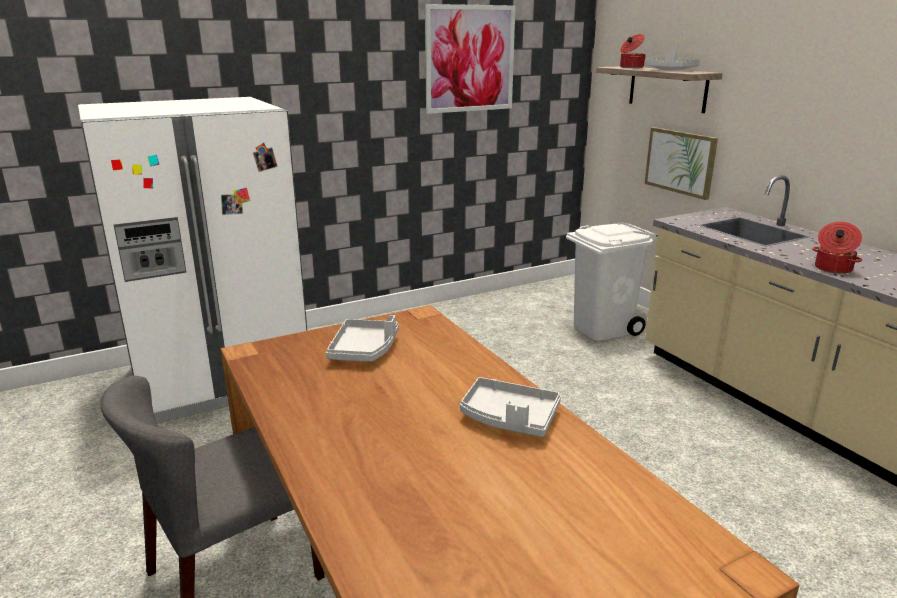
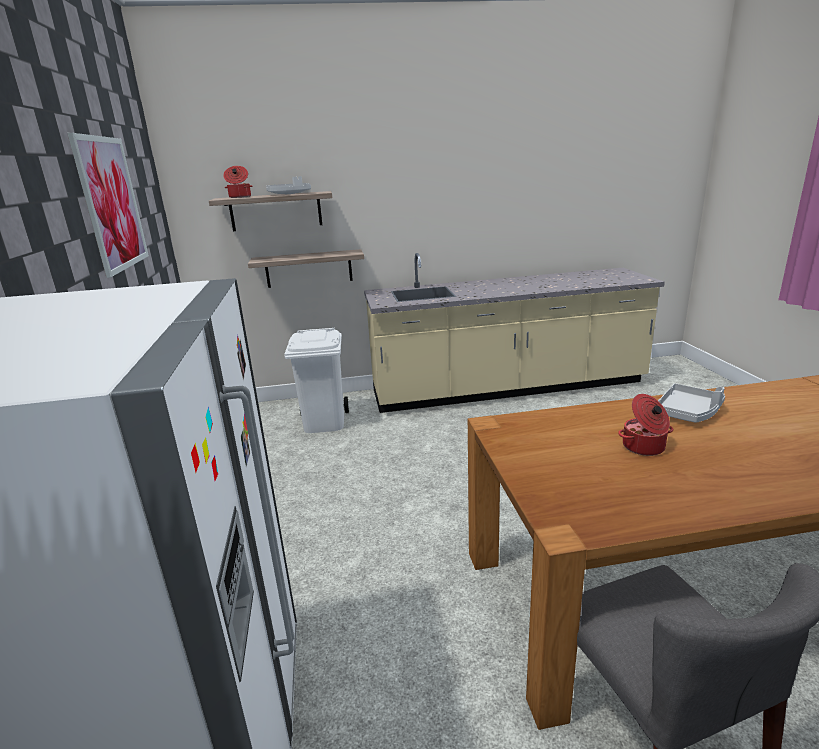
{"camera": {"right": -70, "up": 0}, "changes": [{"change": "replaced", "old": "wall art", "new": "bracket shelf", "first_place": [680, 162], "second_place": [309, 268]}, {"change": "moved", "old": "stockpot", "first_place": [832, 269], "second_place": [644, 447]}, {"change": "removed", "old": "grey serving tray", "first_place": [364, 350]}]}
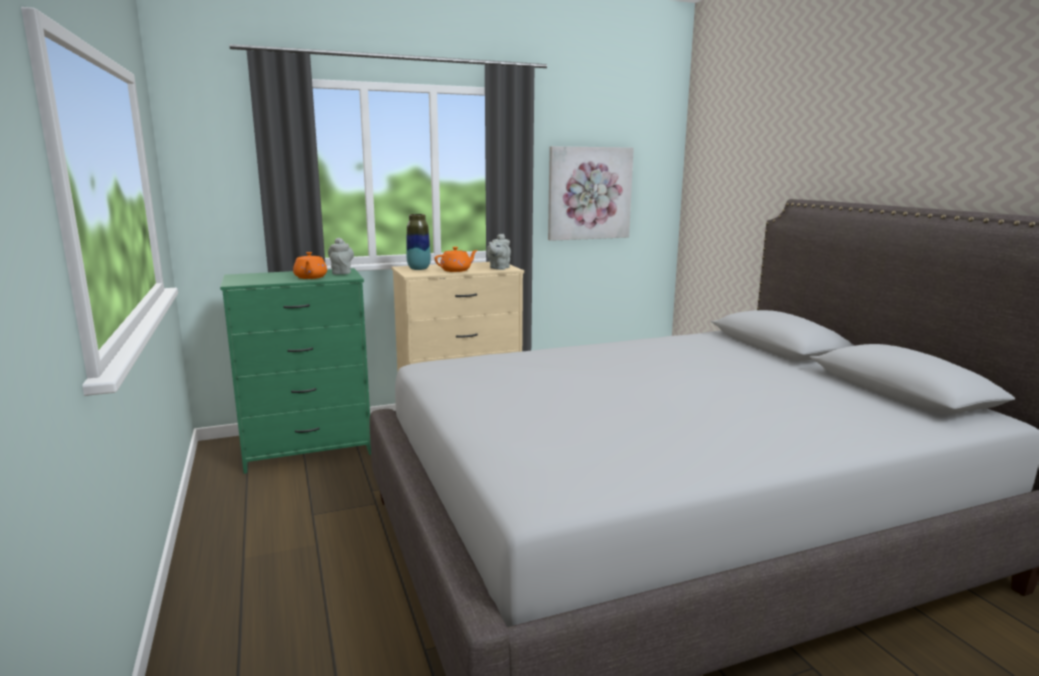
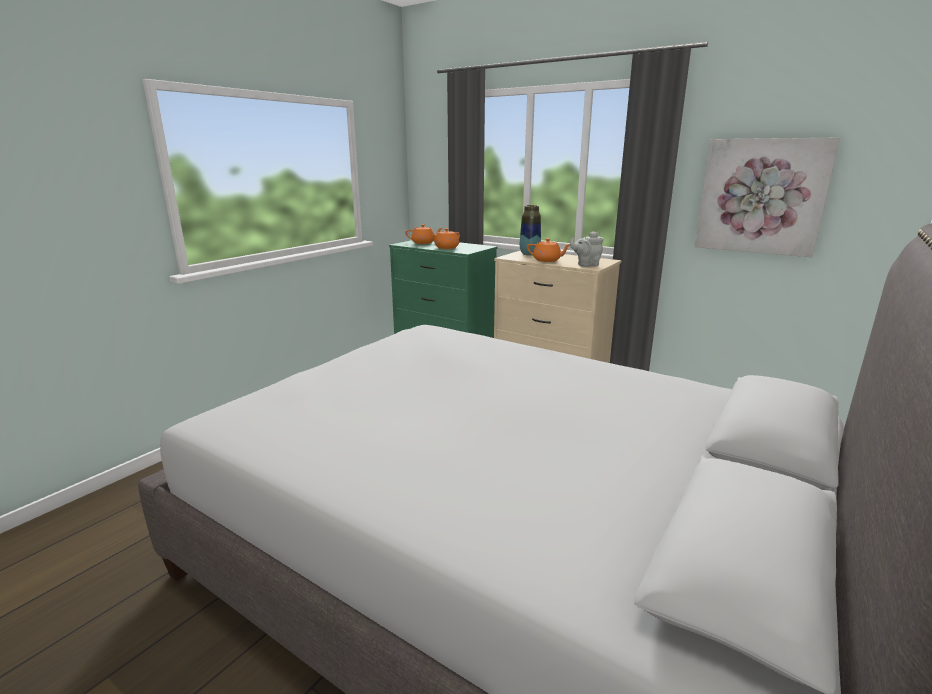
{"camera": {"right": 55, "up": 5}, "changes": [{"change": "added", "new": "orange tea pot", "second_place": [424, 242]}, {"change": "removed", "old": "grey tea pot", "first_place": [342, 272]}]}
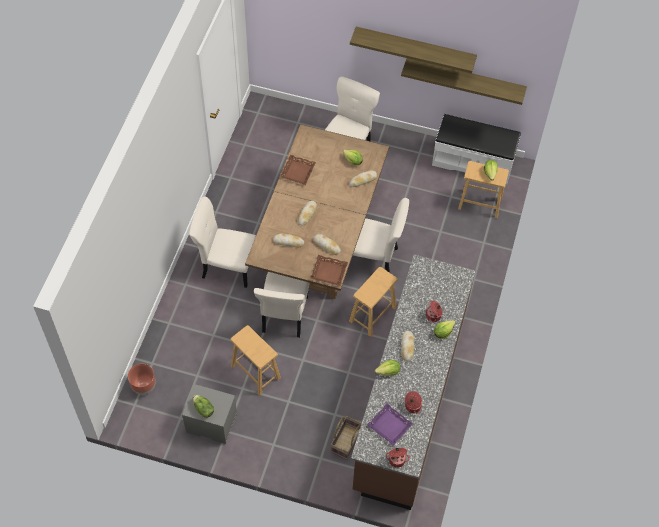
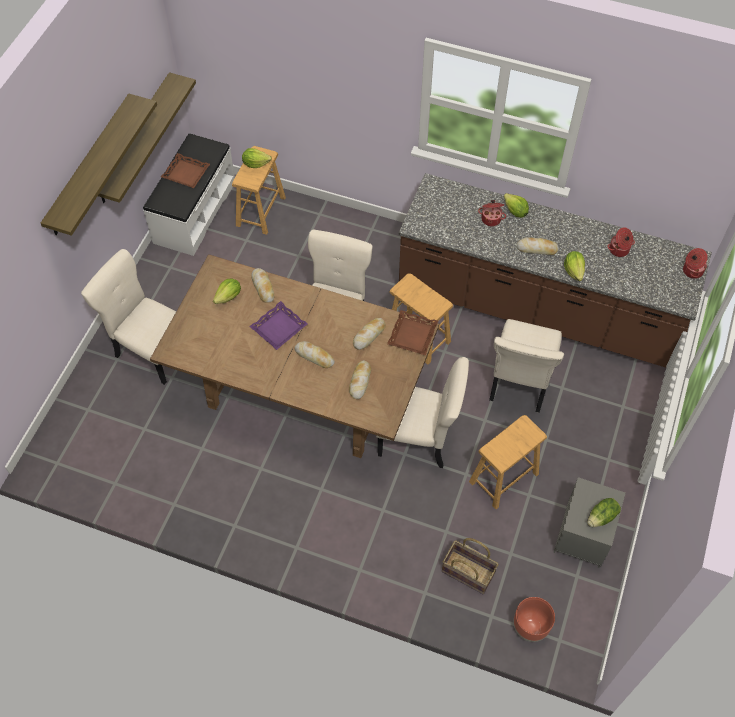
{"camera": {"right": -85, "up": 0}, "changes": [{"change": "moved", "old": "brownish serving tray", "first_place": [297, 171], "second_place": [186, 174]}, {"change": "moved", "old": "purple-coloured serving tray", "first_place": [390, 425], "second_place": [278, 328]}, {"change": "moved", "old": "household basket", "first_place": [346, 442], "second_place": [468, 572]}, {"change": "moved", "old": "sand-coloured plain chair", "first_place": [226, 266], "second_place": [519, 383]}]}
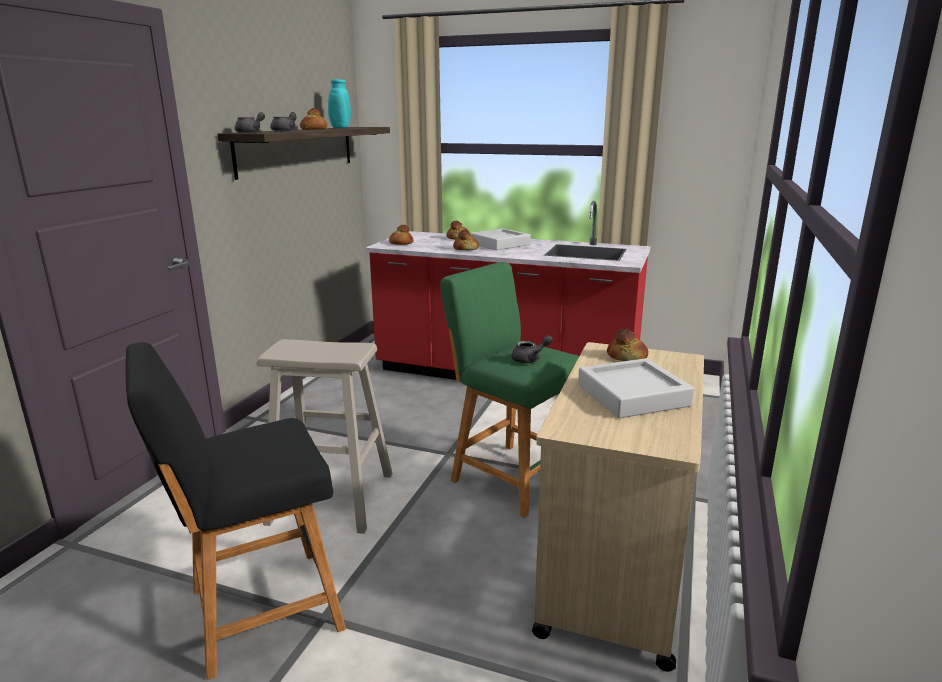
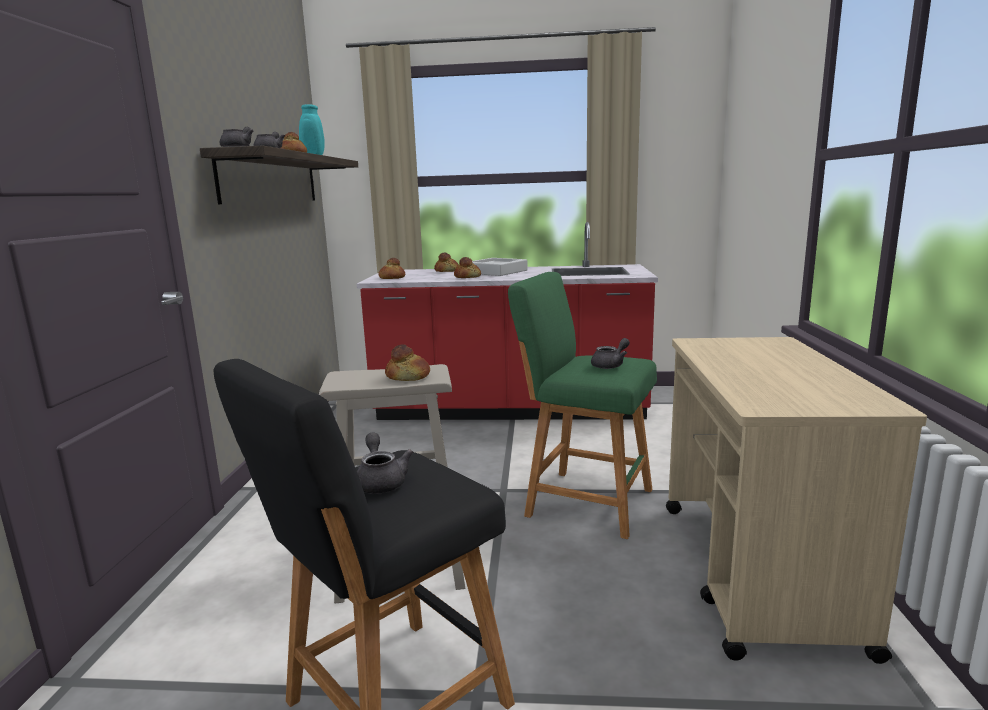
{"camera": {"right": -15, "up": -5}, "changes": [{"change": "added", "new": "grey tea pot", "second_place": [381, 481]}, {"change": "moved", "old": "bread", "first_place": [627, 356], "second_place": [408, 376]}, {"change": "removed", "old": "grey serving tray", "first_place": [632, 395]}]}
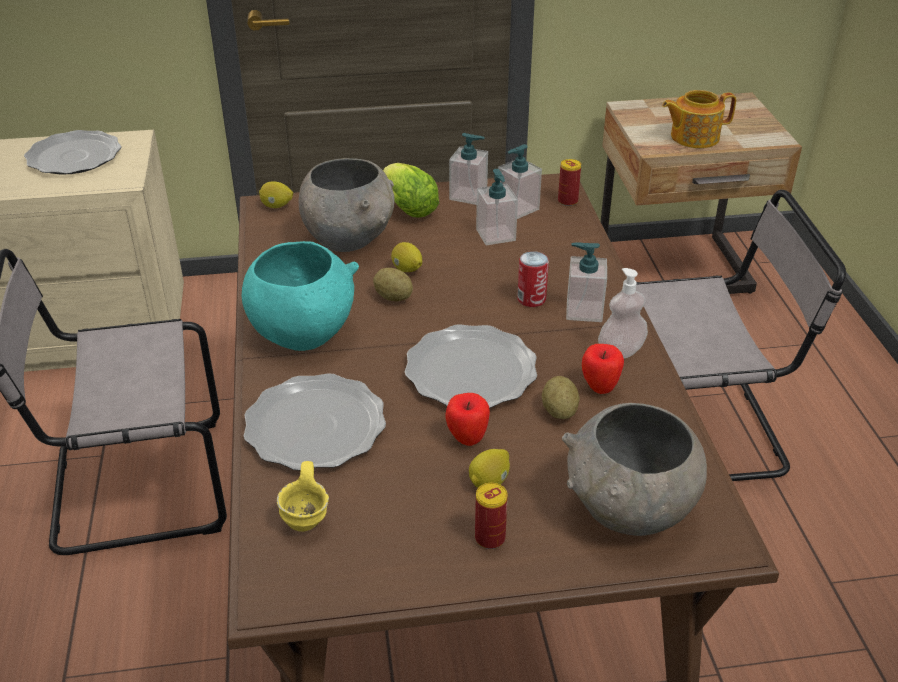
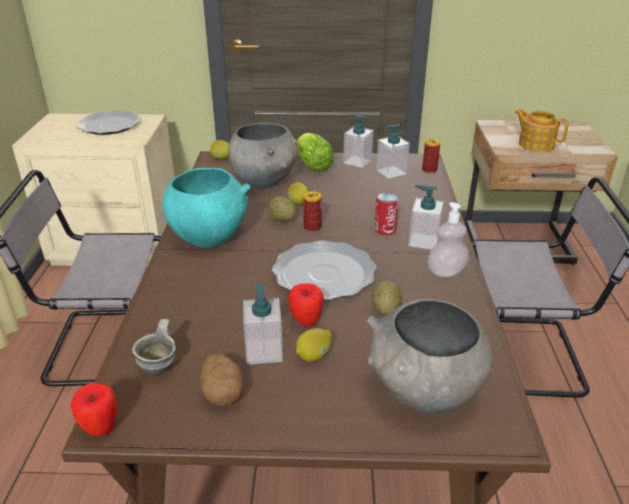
{"camera": {"right": 10, "up": -5}, "changes": [{"change": "moved", "old": "whole apple", "first_place": [599, 388], "second_place": [100, 429]}, {"change": "recoloured", "old": "yellow mug", "new": "grey mug", "first_place": [308, 519], "second_place": [161, 366]}, {"change": "added", "new": "potato", "second_place": [223, 393]}, {"change": "moved", "old": "soap dispenser", "first_place": [496, 235], "second_place": [264, 351]}, {"change": "moved", "old": "metal can", "first_place": [490, 538], "second_place": [312, 228]}, {"change": "turned", "old": "tea pot", "first_place": [693, 137], "second_place": [535, 144], "degrees": 45}, {"change": "removed", "old": "dinner plate", "first_place": [316, 427]}]}
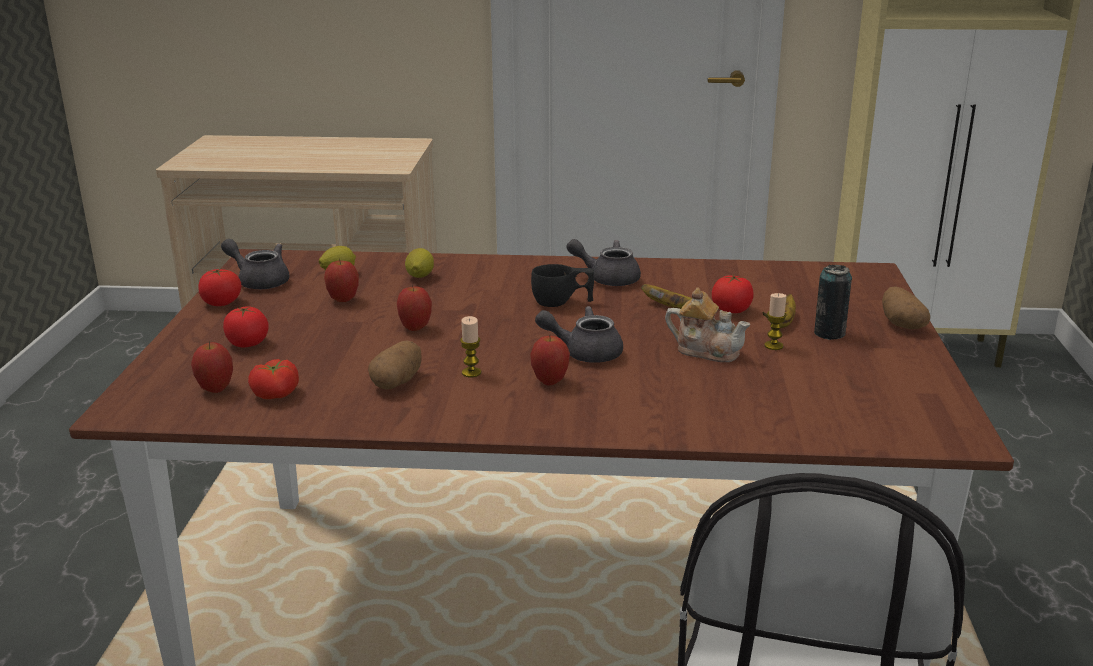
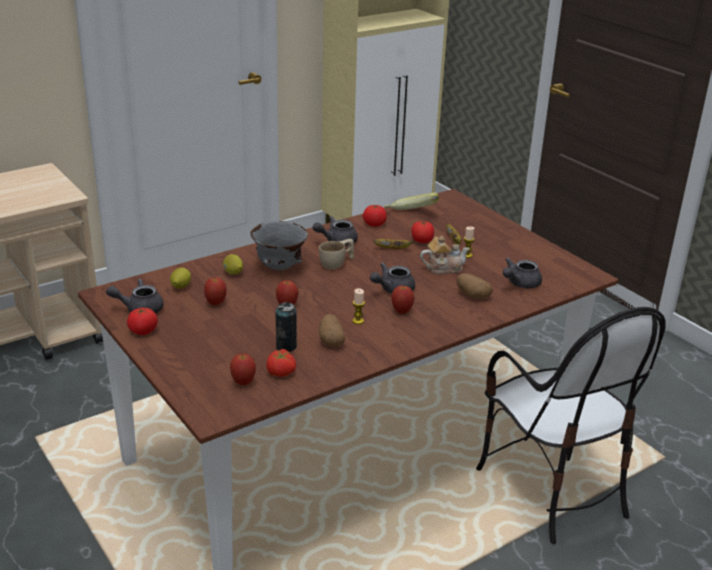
{"camera": {"right": -40, "up": 5}, "changes": [{"change": "added", "new": "grey deep dish", "second_place": [280, 267]}, {"change": "moved", "old": "metal can", "first_place": [829, 333], "second_place": [286, 346]}, {"change": "recoloured", "old": "black drinking cup", "new": "sand-coloured drinking cup", "first_place": [562, 302], "second_place": [337, 264]}, {"change": "moved", "old": "whole tomato", "first_place": [247, 343], "second_place": [374, 224]}, {"change": "added", "new": "banana", "second_place": [410, 215]}, {"change": "moved", "old": "potato", "first_place": [900, 324], "second_place": [472, 295]}, {"change": "added", "new": "grey tea pot", "second_place": [520, 283]}]}
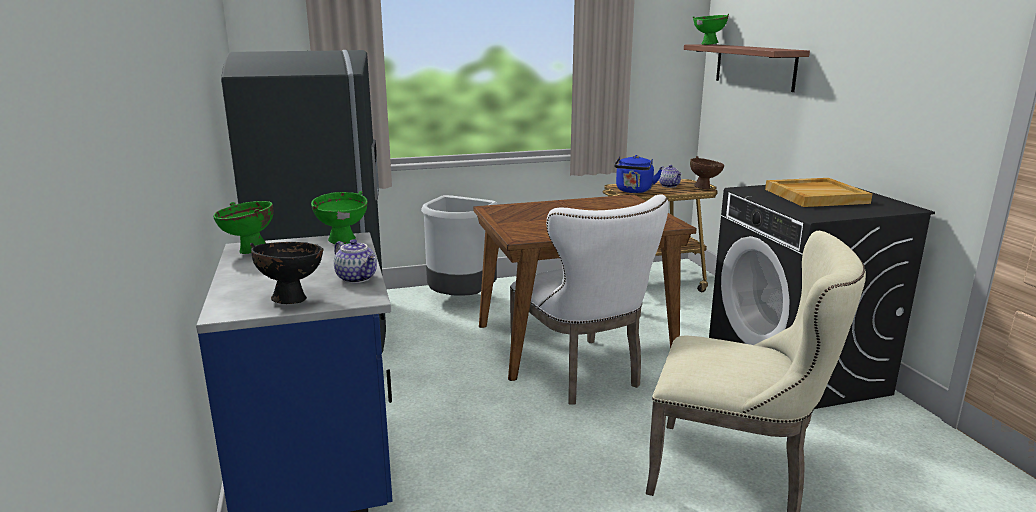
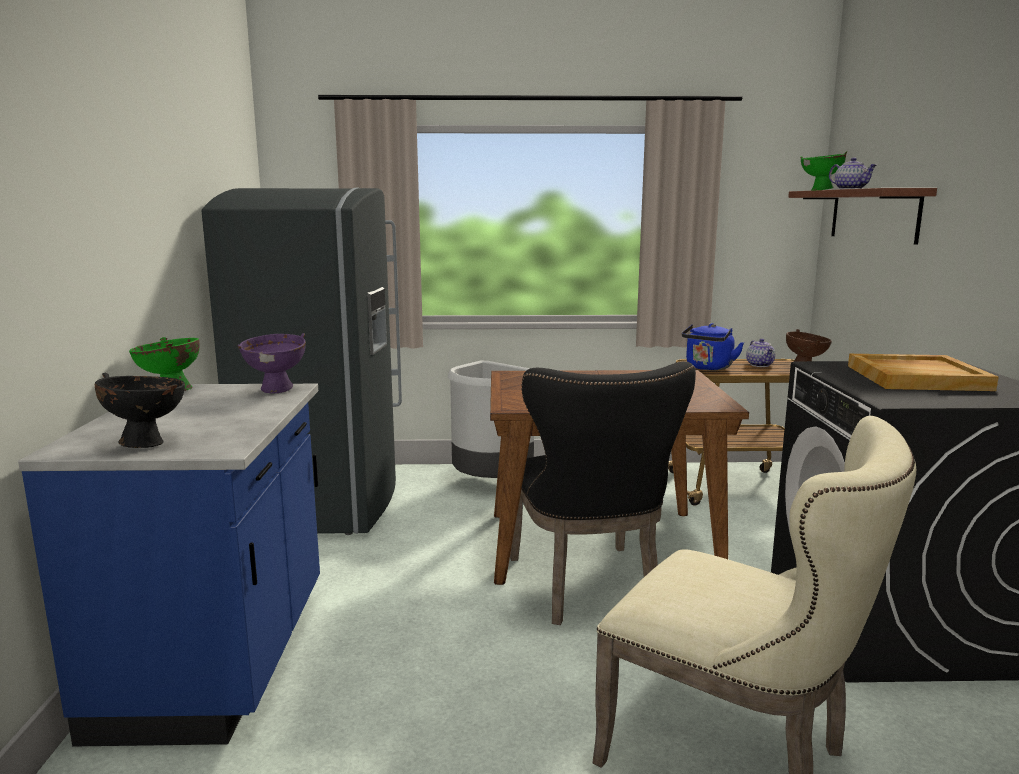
{"camera": {"right": 15, "up": -5}, "changes": [{"change": "recoloured", "old": "green-coloured deep dish", "new": "purple-coloured deep dish", "first_place": [343, 241], "second_place": [277, 390]}, {"change": "recoloured", "old": "white plain chair", "new": "black plain chair", "first_place": [582, 375], "second_place": [588, 589]}, {"change": "moved", "old": "tea pot", "first_place": [357, 278], "second_place": [851, 189]}]}
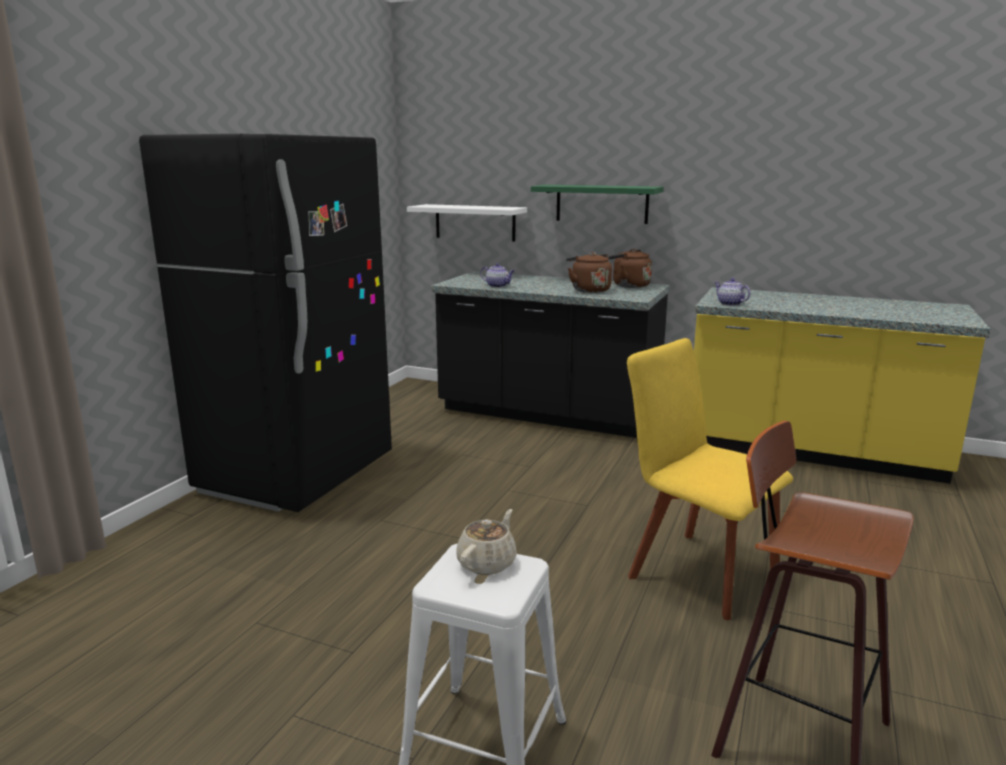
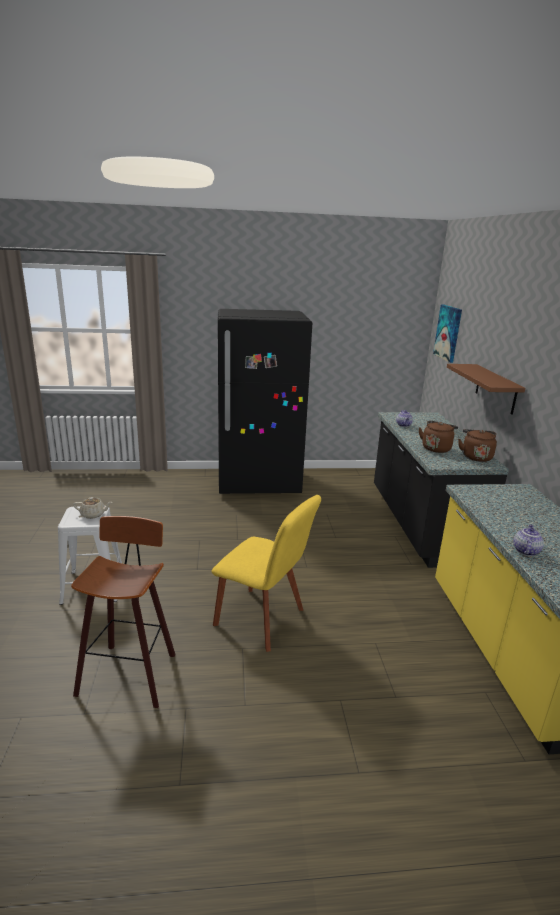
{"camera": {"right": 60, "up": 5}, "changes": [{"change": "turned", "old": "yellow plain chair", "first_place": [697, 570], "second_place": [263, 619], "degrees": 105}, {"change": "added", "new": "wall art", "second_place": [448, 333]}, {"change": "recoloured", "old": "green-coloured bracket shelf", "new": "brownish bracket shelf", "first_place": [601, 204], "second_place": [496, 389]}, {"change": "moved", "old": "tea pot", "first_place": [729, 304], "second_place": [525, 550]}, {"change": "removed", "old": "white bracket shelf", "first_place": [475, 222]}]}
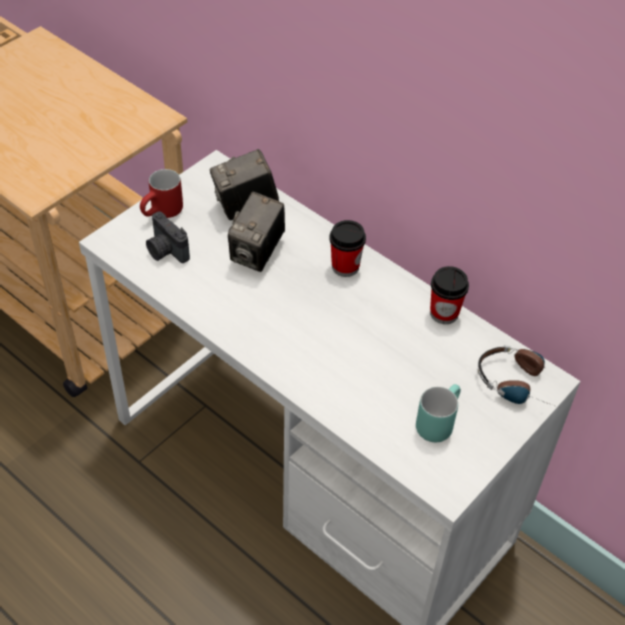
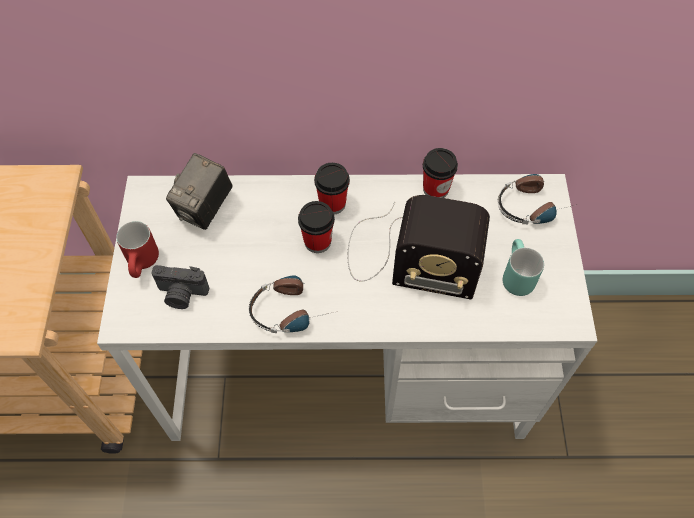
{"camera": {"right": -40, "up": 10}, "changes": [{"change": "added", "new": "pair of headphones", "second_place": [293, 309]}, {"change": "added", "new": "drinking cup", "second_place": [317, 241]}, {"change": "added", "new": "radio", "second_place": [407, 257]}, {"change": "removed", "old": "photo camera", "first_place": [257, 253]}]}
